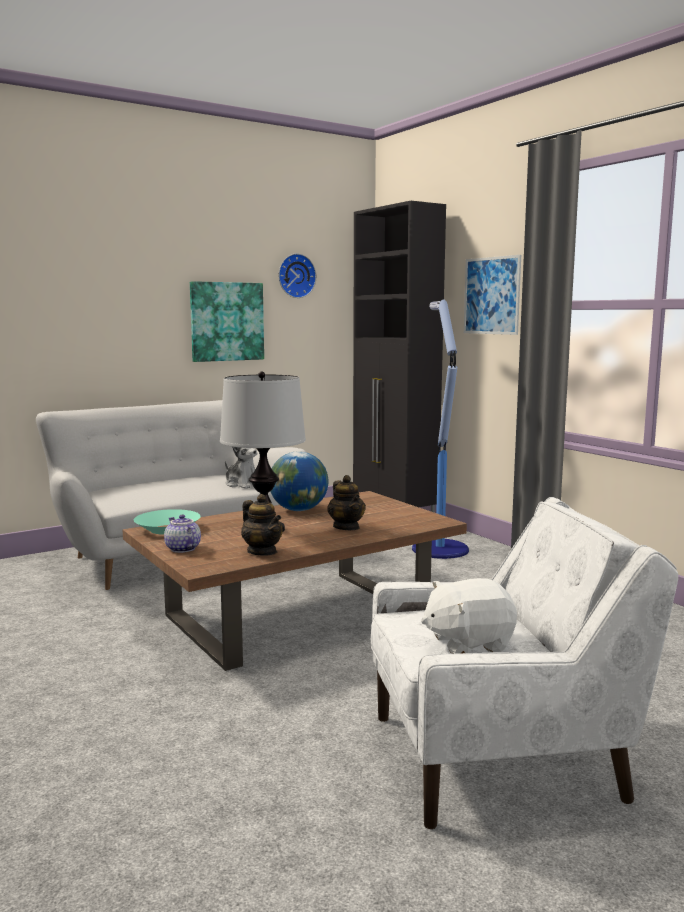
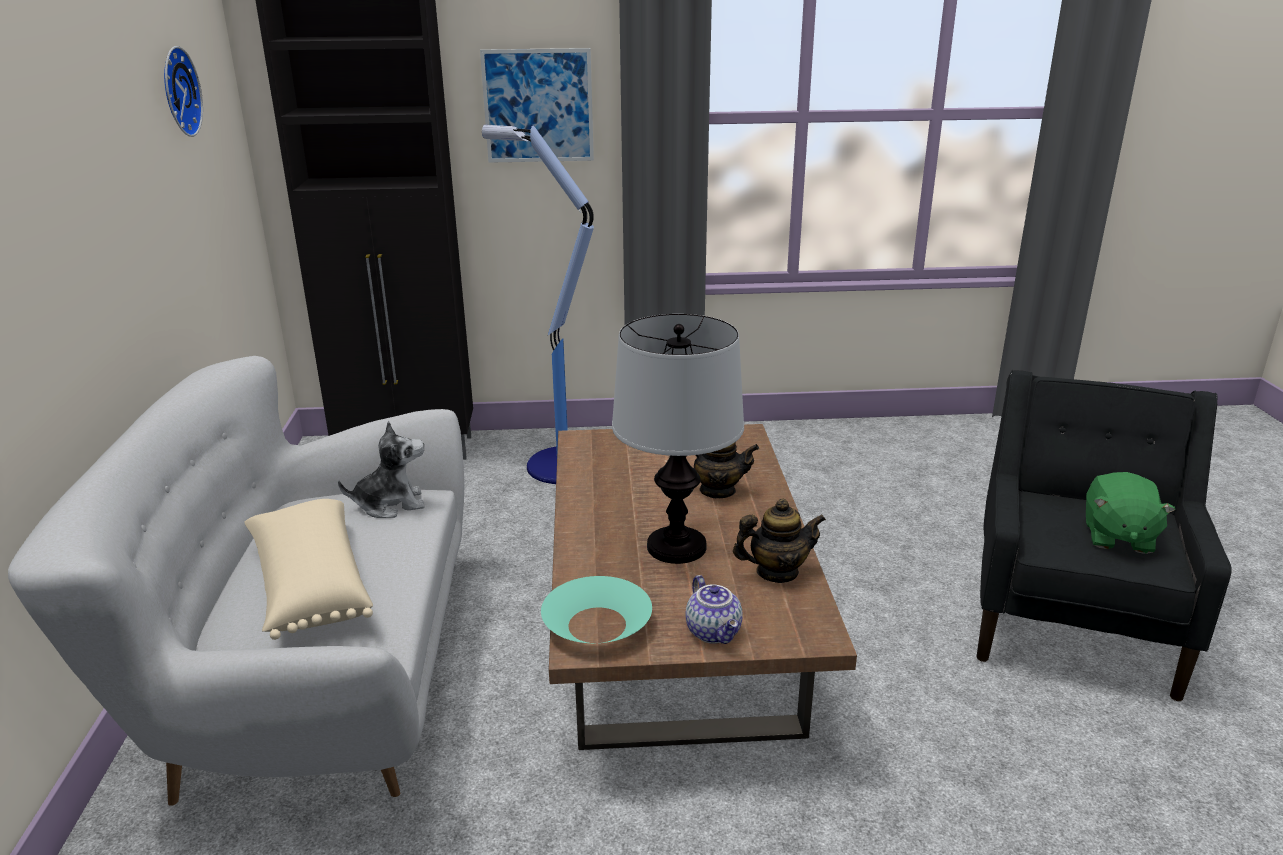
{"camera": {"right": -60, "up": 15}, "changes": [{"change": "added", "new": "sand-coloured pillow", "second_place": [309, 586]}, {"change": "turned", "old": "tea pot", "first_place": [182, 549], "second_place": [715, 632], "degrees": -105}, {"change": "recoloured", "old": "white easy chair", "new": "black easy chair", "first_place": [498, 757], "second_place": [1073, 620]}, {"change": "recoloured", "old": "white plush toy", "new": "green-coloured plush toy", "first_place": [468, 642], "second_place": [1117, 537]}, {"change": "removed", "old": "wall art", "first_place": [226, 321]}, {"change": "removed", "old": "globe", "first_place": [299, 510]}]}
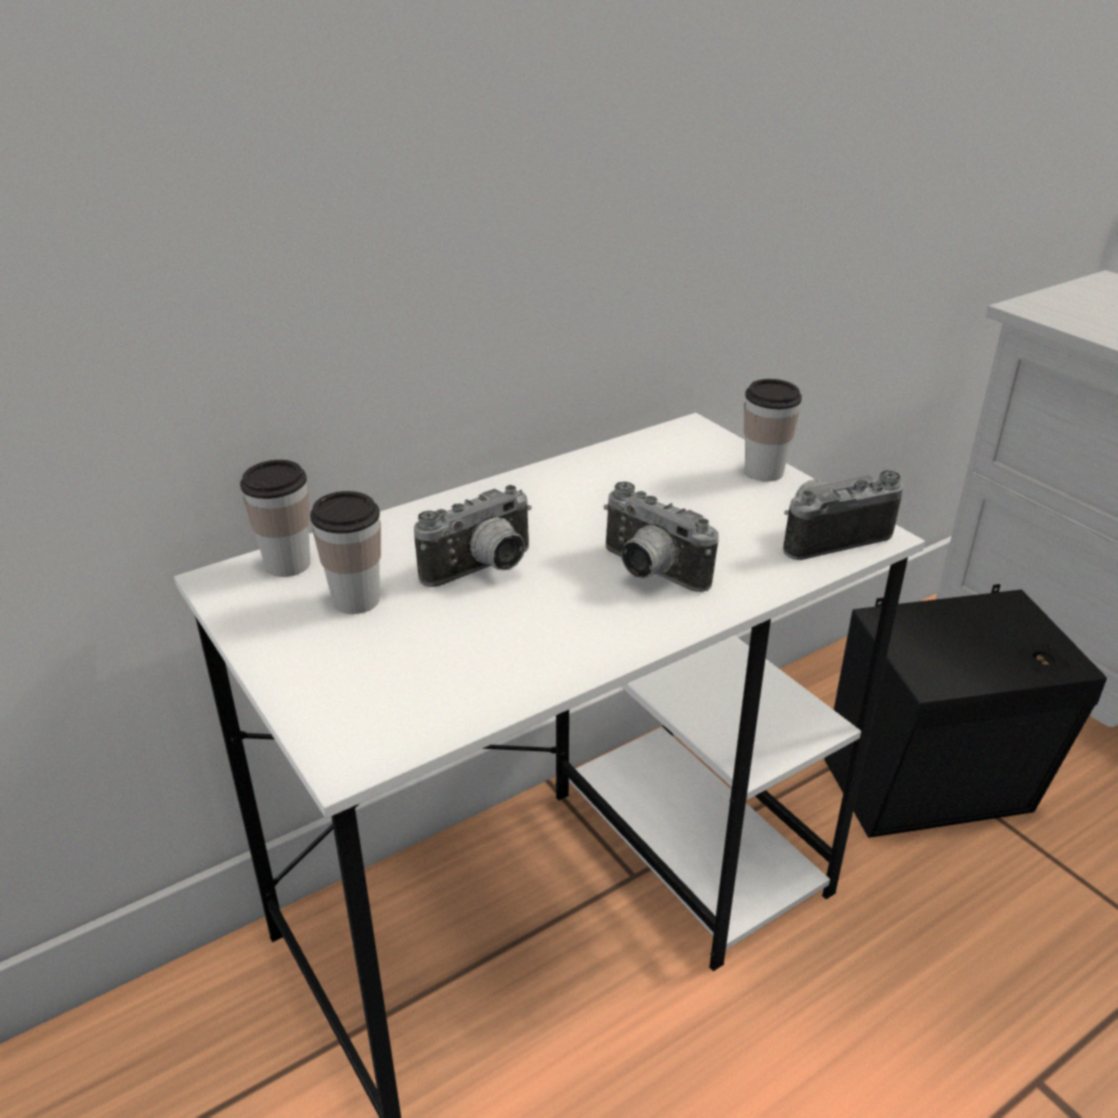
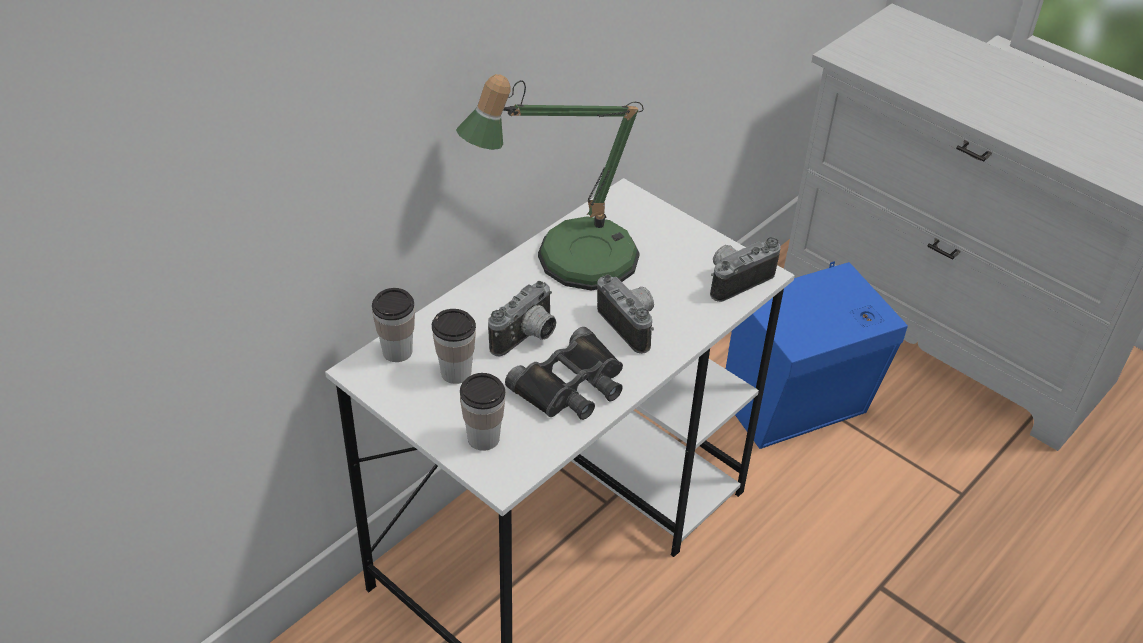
{"camera": {"right": -15, "up": 10}, "changes": [{"change": "added", "new": "table lamp", "second_place": [570, 260]}, {"change": "moved", "old": "drinking cup", "first_place": [764, 472], "second_place": [483, 438]}, {"change": "added", "new": "black pair of binoculars", "second_place": [572, 386]}, {"change": "turned", "old": "photo camera", "first_place": [648, 573], "second_place": [631, 325], "degrees": -150}, {"change": "recoloured", "old": "black loudspeaker", "new": "blue-coloured loudspeaker", "first_place": [934, 792], "second_place": [799, 408]}]}
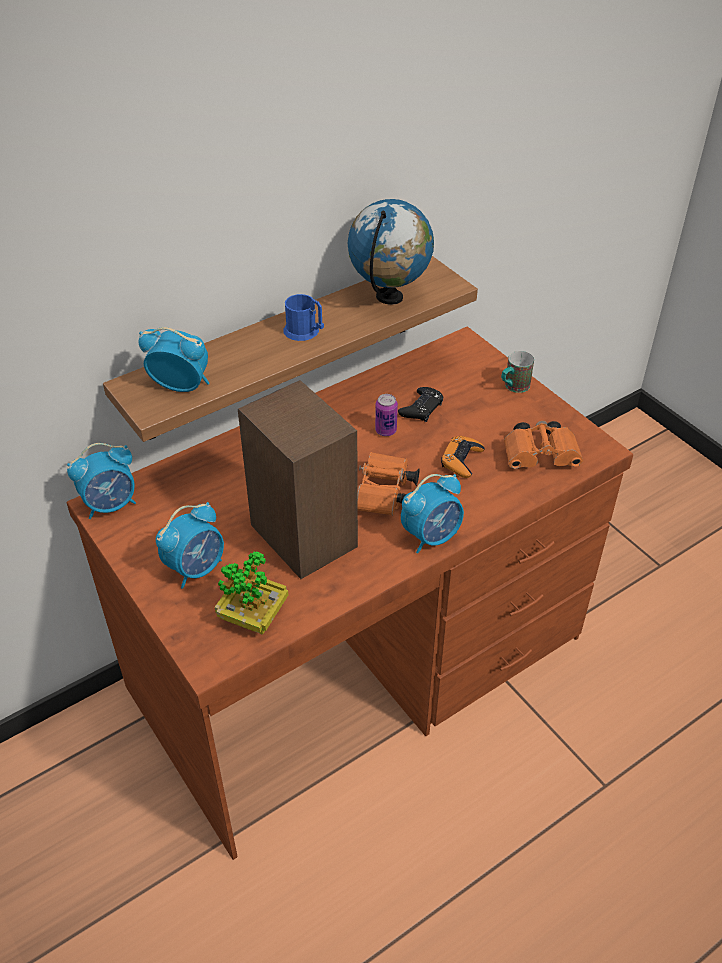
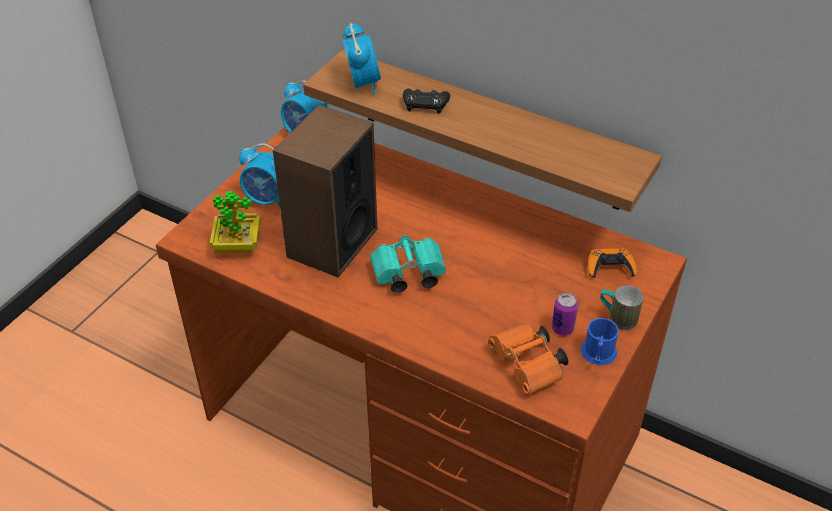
{"camera": {"right": 65, "up": 0}, "changes": [{"change": "recoloured", "old": "orange pair of binoculars", "new": "turquoise pair of binoculars", "first_place": [385, 496], "second_place": [406, 275]}, {"change": "moved", "old": "black gamepad", "first_place": [421, 408], "second_place": [425, 103]}, {"change": "moved", "old": "metal can", "first_place": [385, 430], "second_place": [562, 328]}, {"change": "moved", "old": "blue-coloured mug", "first_place": [305, 332], "second_place": [598, 355]}, {"change": "moved", "old": "orange gamepad", "first_place": [461, 460], "second_place": [610, 267]}, {"change": "removed", "old": "globe", "first_place": [389, 297]}, {"change": "removed", "old": "alarm clock", "first_place": [431, 536]}]}
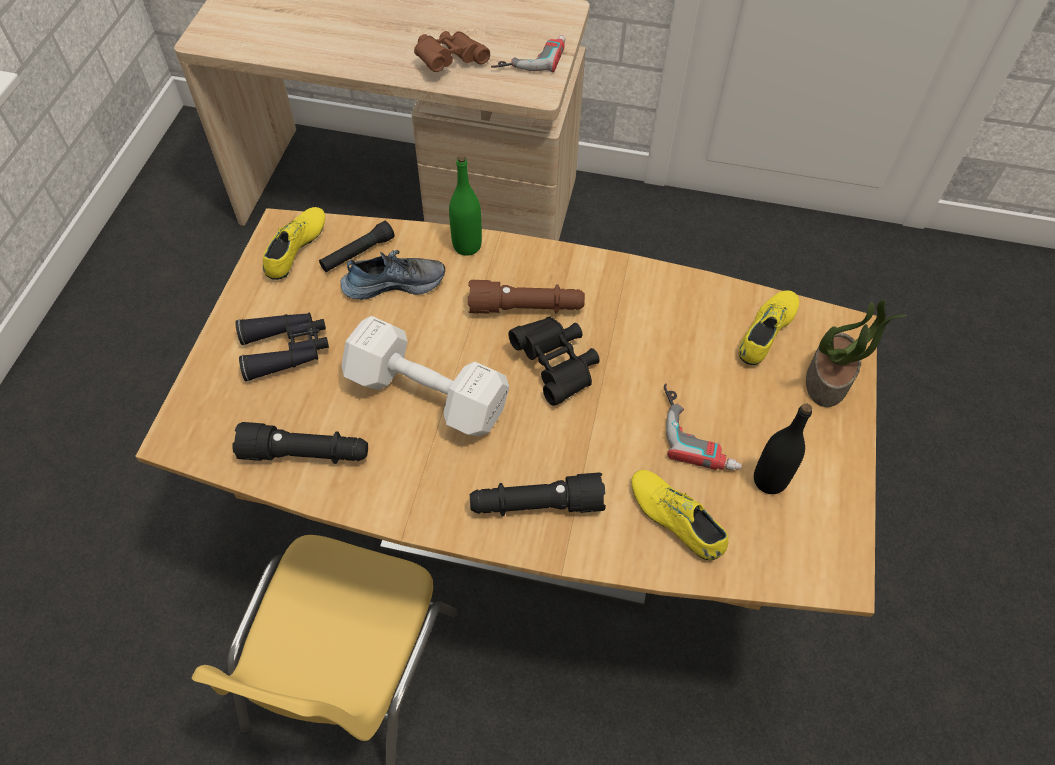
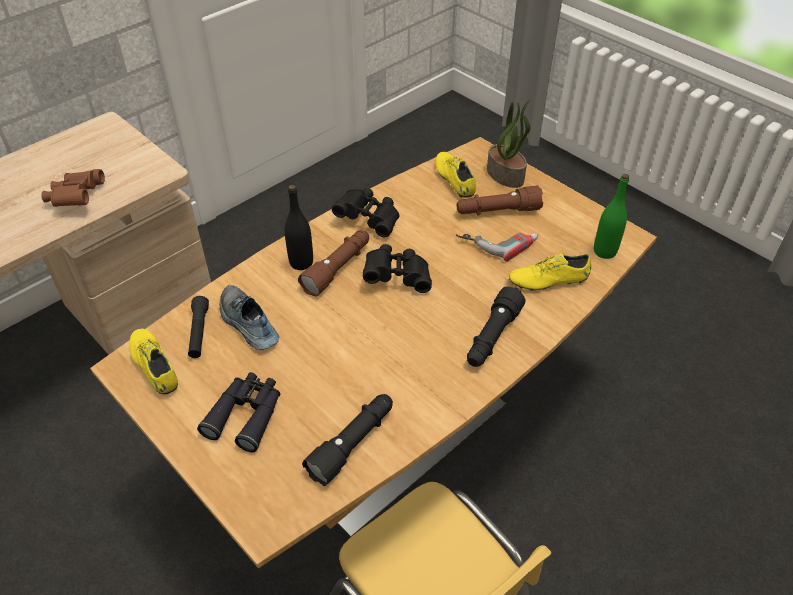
{"camera": {"right": -55, "up": -10}, "changes": [{"change": "turned", "old": "shoe", "first_place": [394, 282], "second_place": [247, 324], "degrees": -60}, {"change": "moved", "old": "black bottle", "first_place": [769, 480], "second_place": [301, 262]}, {"change": "added", "new": "black pair of binoculars", "second_place": [369, 219]}, {"change": "added", "new": "brownish hand torch", "second_place": [497, 211]}, {"change": "moved", "old": "green-coloured bottle", "first_place": [467, 246], "second_place": [604, 251]}, {"change": "removed", "old": "white free weight", "first_place": [430, 396]}, {"change": "removed", "old": "electric drill", "first_place": [530, 57]}]}
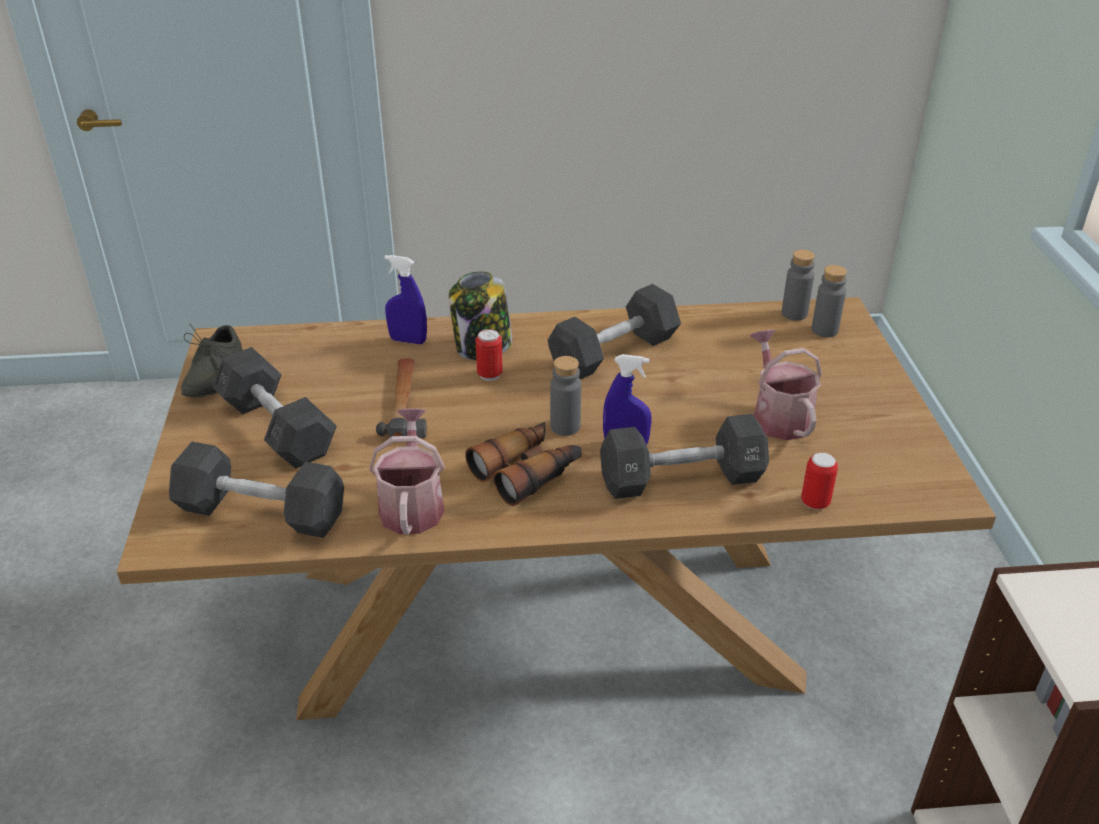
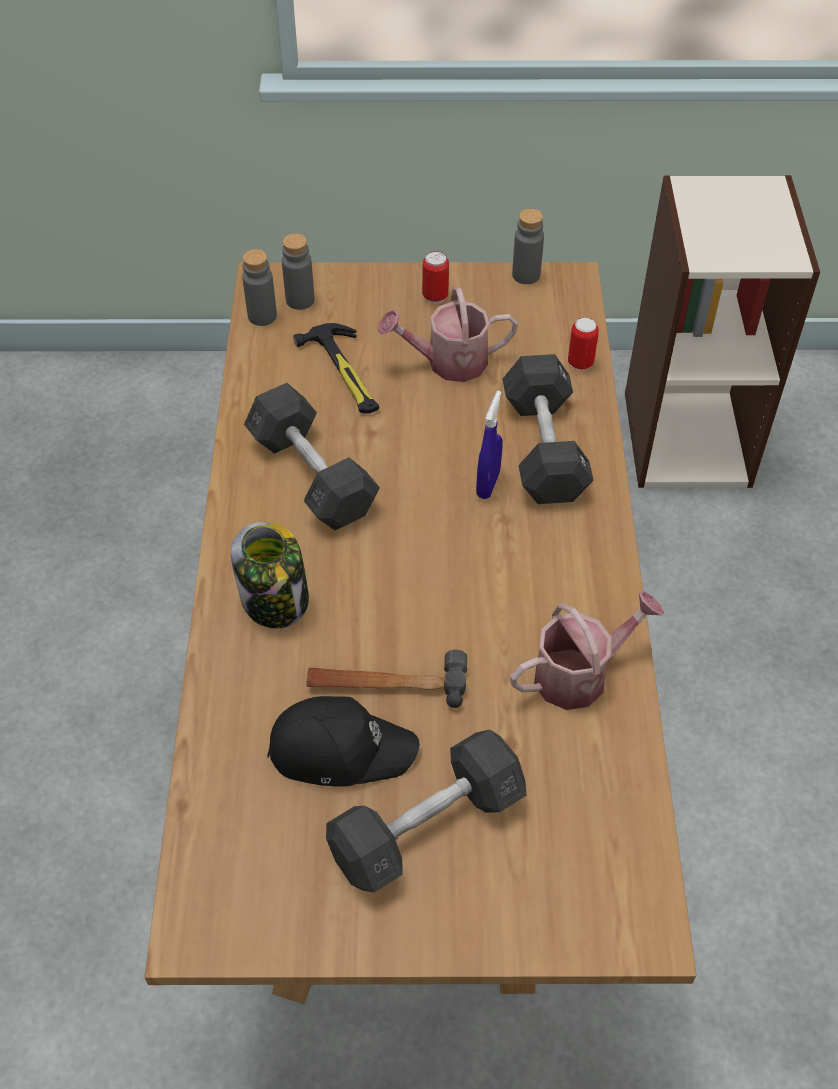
{"camera": {"right": -85, "up": 15}, "changes": [{"change": "added", "new": "black baseball cap", "second_place": [340, 748]}, {"change": "added", "new": "tool hammer", "second_place": [345, 373]}, {"change": "moved", "old": "metal can", "first_place": [490, 375], "second_place": [435, 297]}, {"change": "turned", "old": "sprinkling can", "first_place": [412, 504], "second_place": [579, 674], "degrees": 150}, {"change": "moved", "old": "grey bottle", "first_place": [565, 426], "second_place": [526, 275]}, {"change": "removed", "old": "grey free weight", "first_place": [261, 512]}, {"change": "removed", "old": "grey shoe", "first_place": [211, 376]}, {"change": "removed", "old": "blue-coloured spray bottle", "first_place": [408, 340]}, {"change": "removed", "old": "pair of binoculars", "first_place": [527, 471]}]}
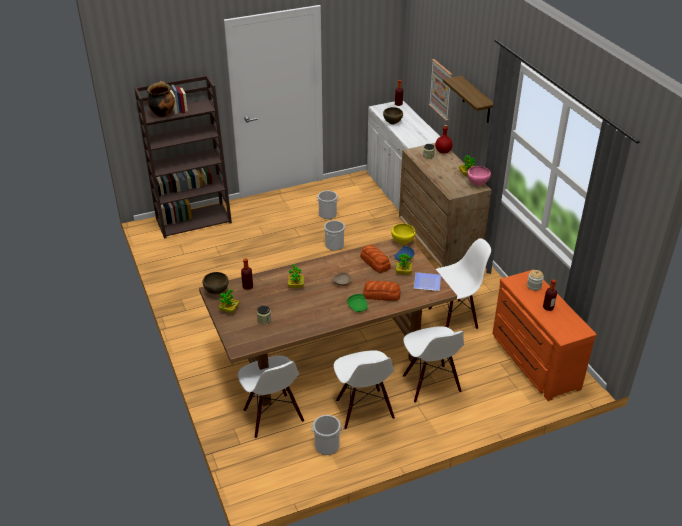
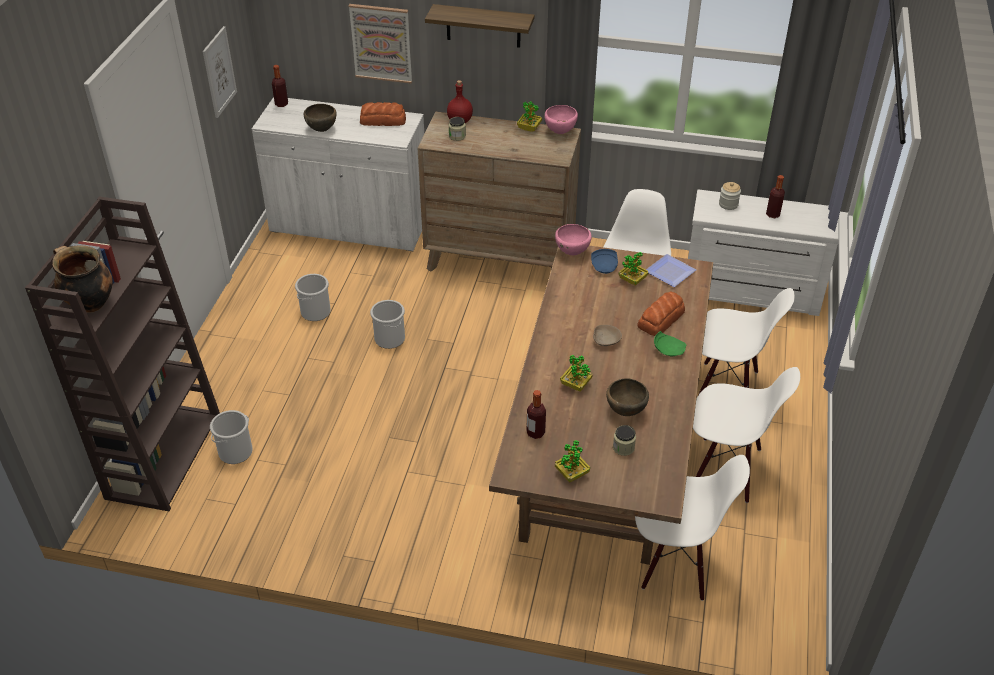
{"camera": {"right": -55, "up": 5}, "changes": [{"change": "added", "new": "wall art", "second_place": [219, 72]}, {"change": "moved", "old": "bucket", "first_place": [326, 445], "second_place": [235, 452]}, {"change": "moved", "old": "bread", "first_place": [375, 262], "second_place": [383, 120]}, {"change": "recoloured", "old": "yellow deep dish", "new": "pink-coloured deep dish", "first_place": [403, 242], "second_place": [572, 252]}, {"change": "moved", "old": "brownish deep dish", "first_place": [216, 292], "second_place": [625, 411]}, {"change": "recoloured", "old": "orange dresser", "new": "white dresser", "first_place": [533, 361], "second_place": [751, 292]}]}
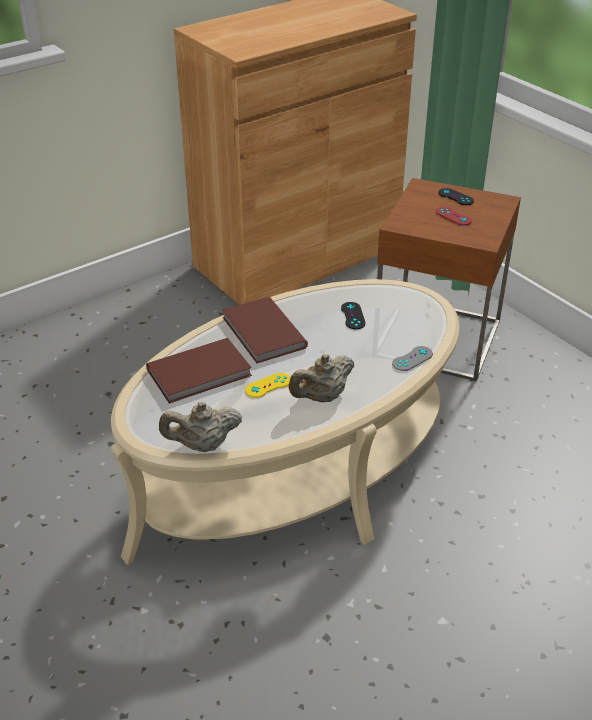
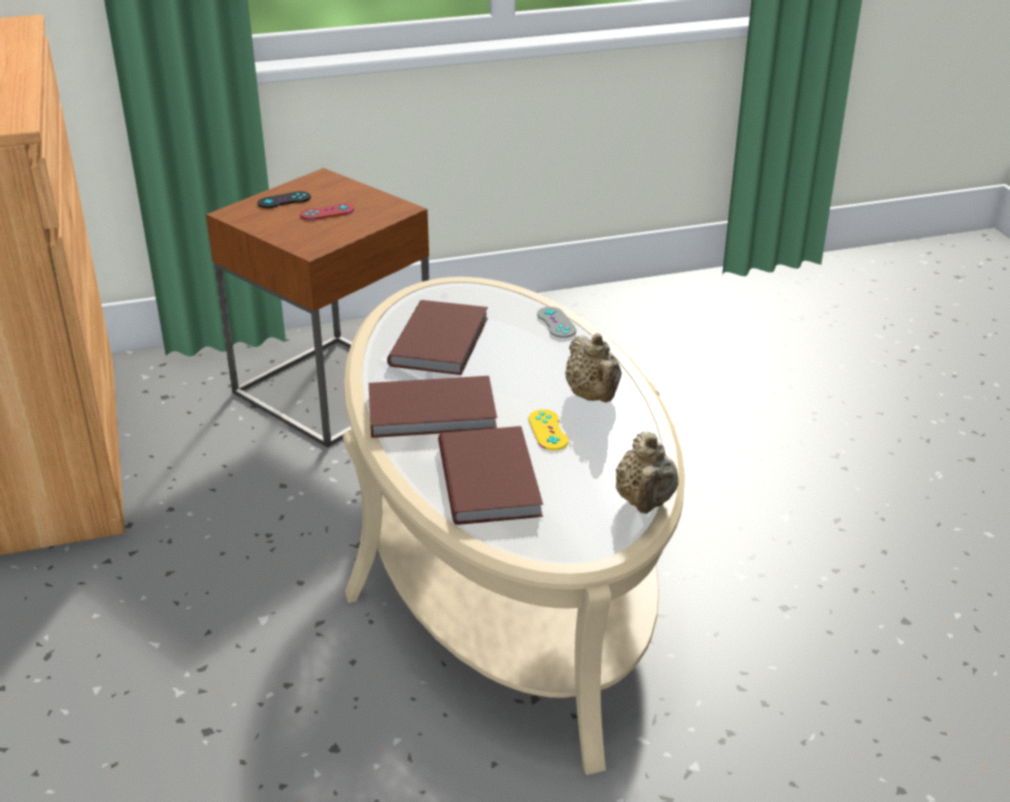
{"camera": {"right": -70, "up": -5}, "changes": [{"change": "replaced", "old": "black gamepad", "new": "brownish volume", "first_place": [353, 316], "second_place": [442, 341]}]}
